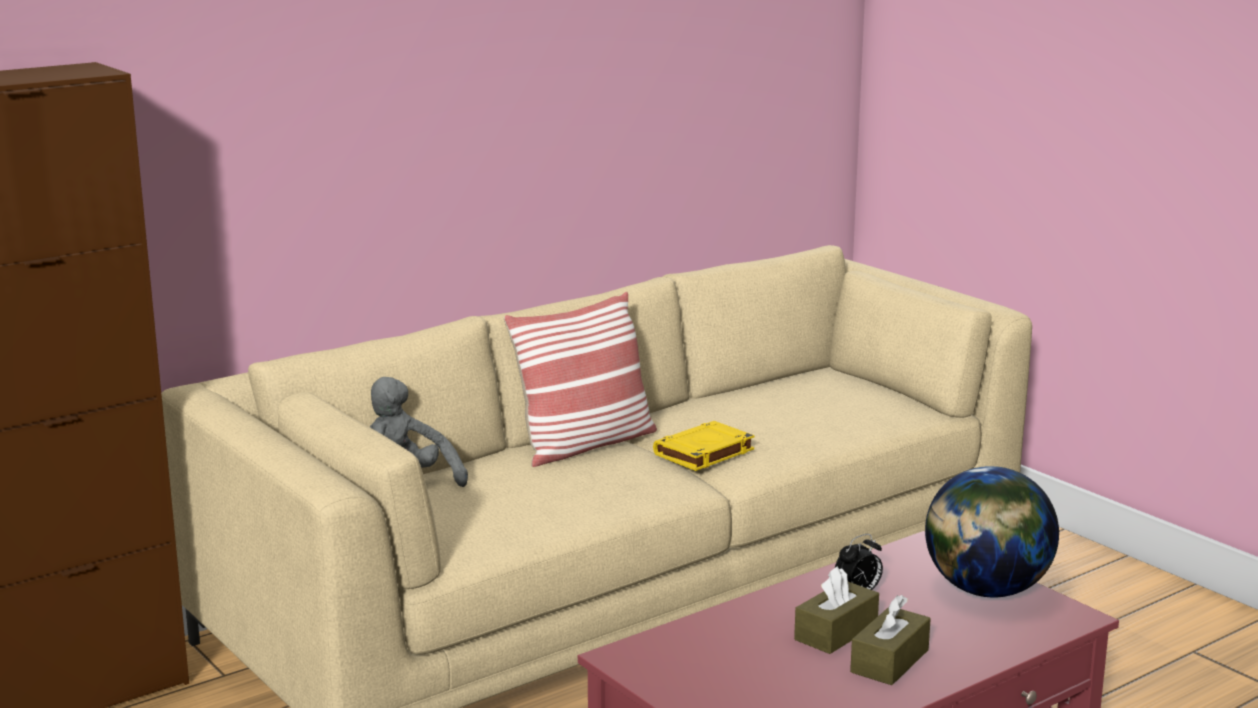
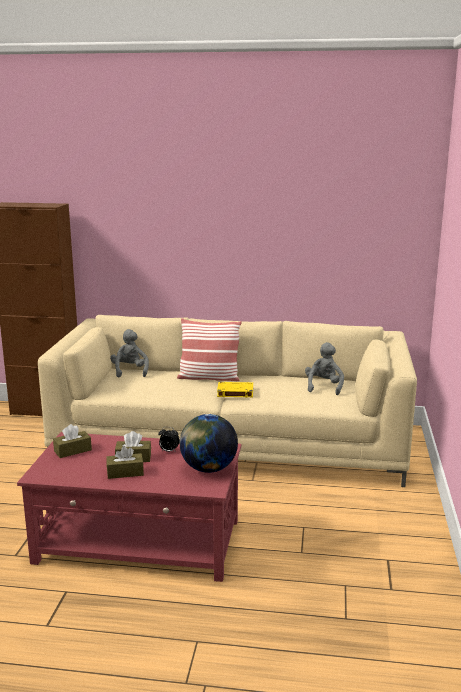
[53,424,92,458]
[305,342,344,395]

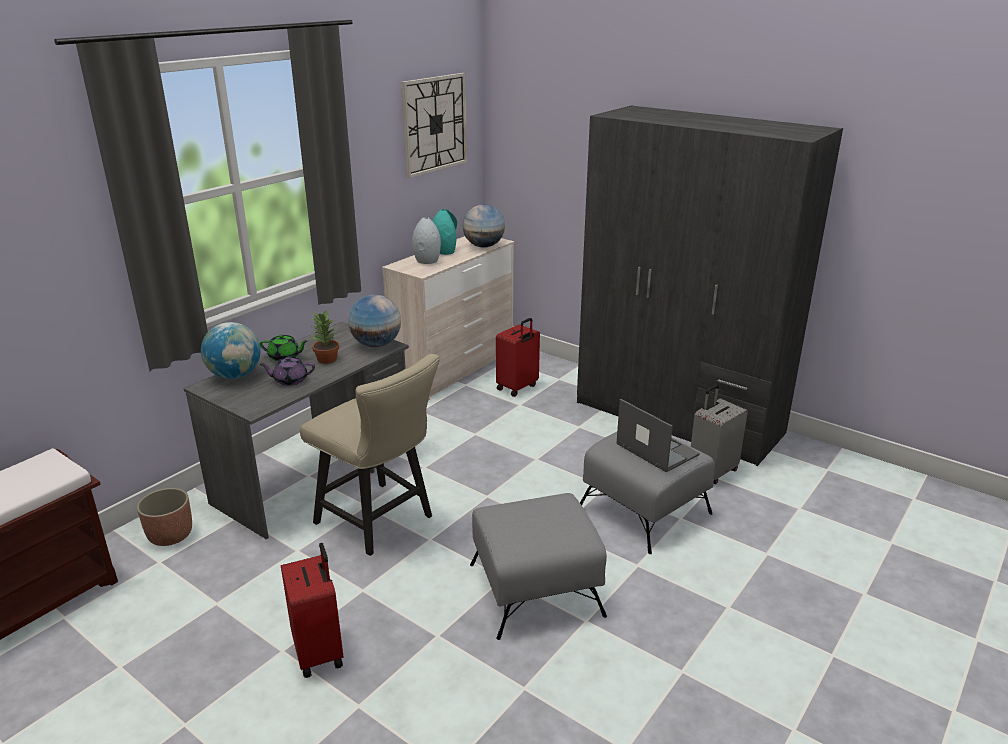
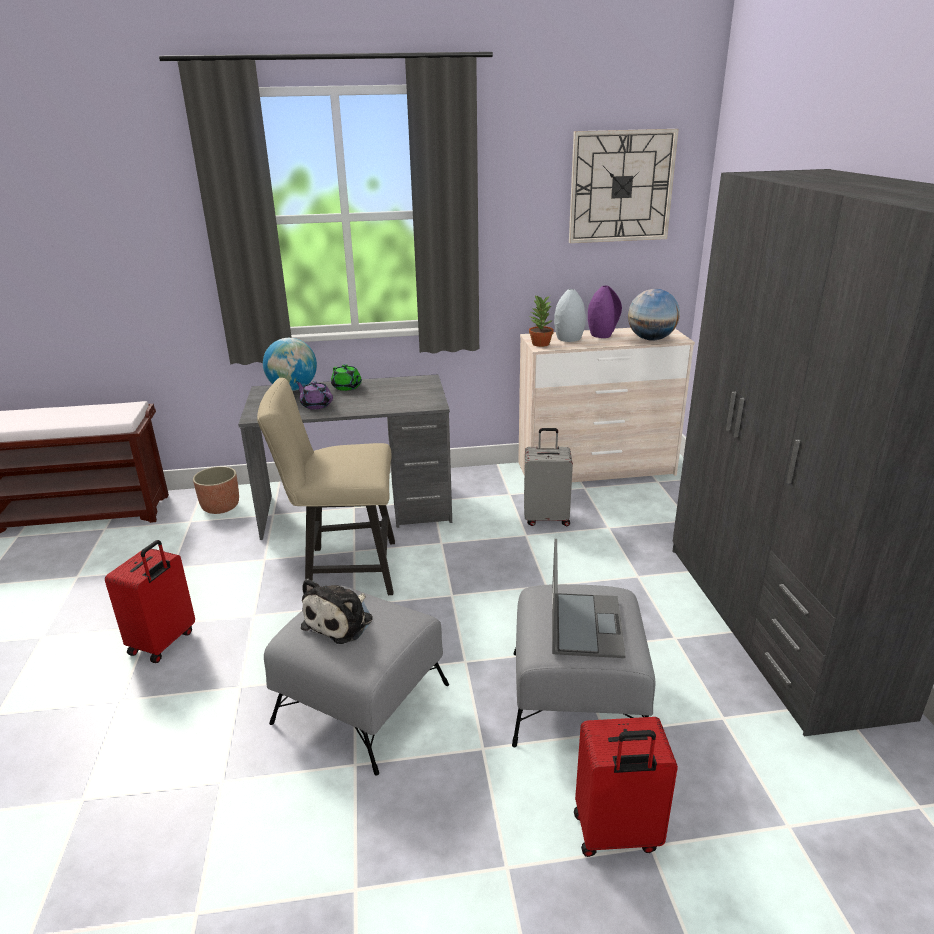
[257,378,395,595]
[529,296,554,347]
[348,295,401,347] (first image)
[588,286,622,338]
[574,717,678,857]
[524,428,573,526]
[301,579,373,644]

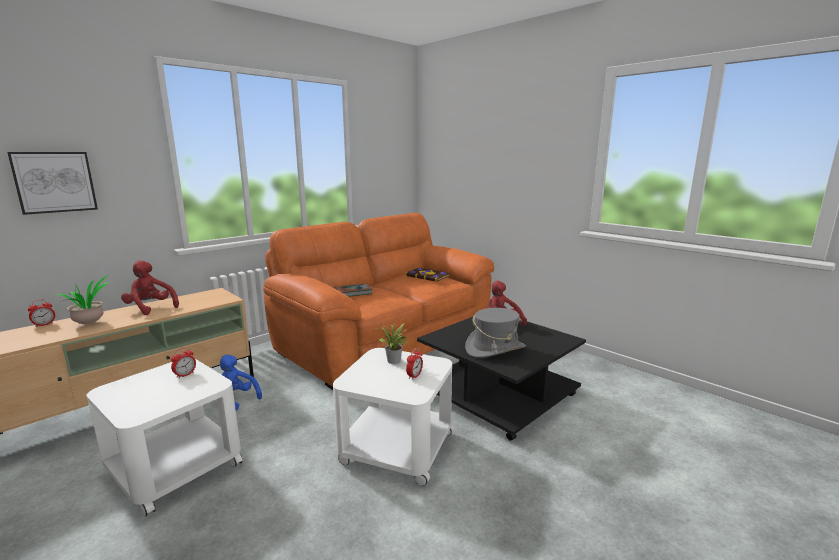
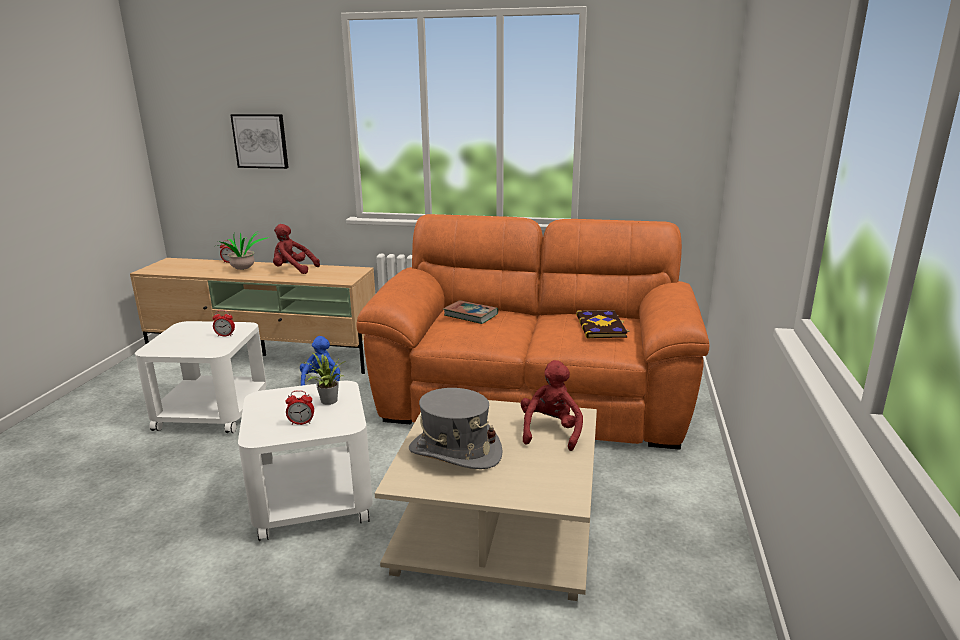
[273,224,320,274]
[375,400,597,601]

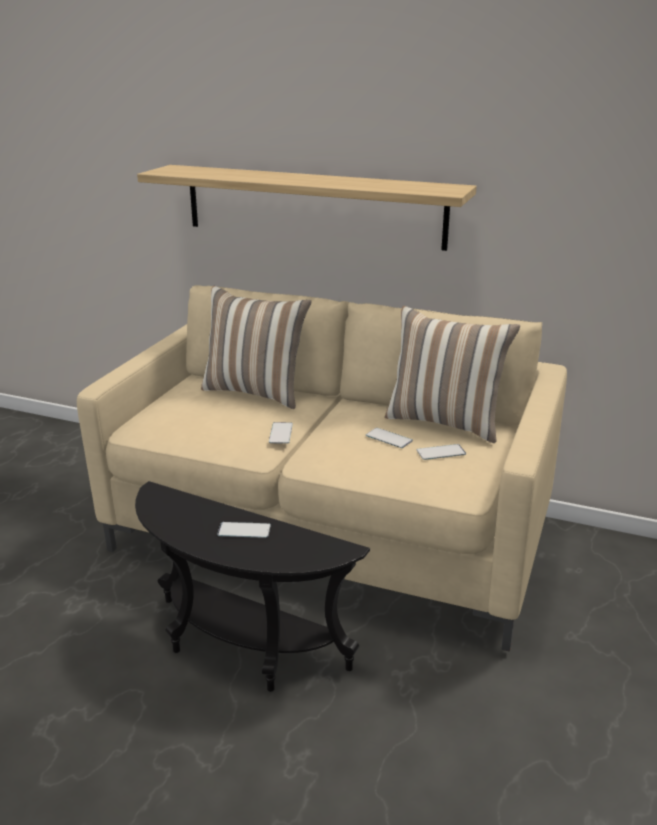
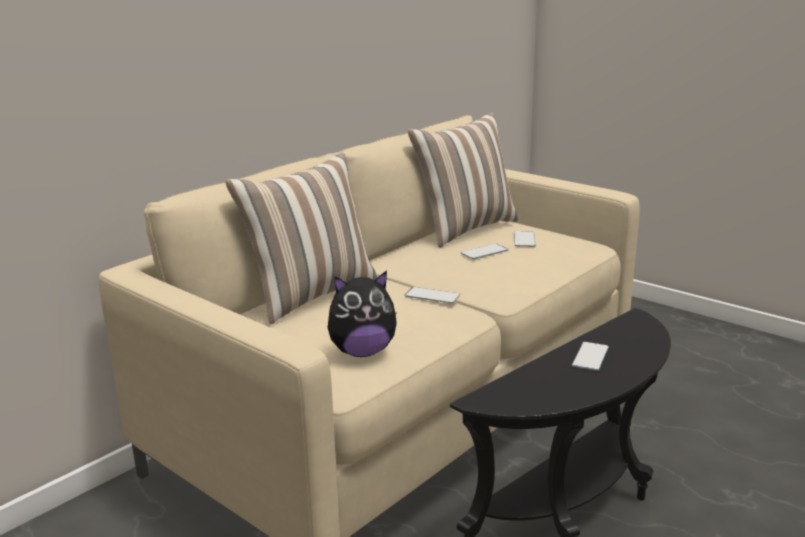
[137,165,477,251] (first image)
[328,271,397,357]

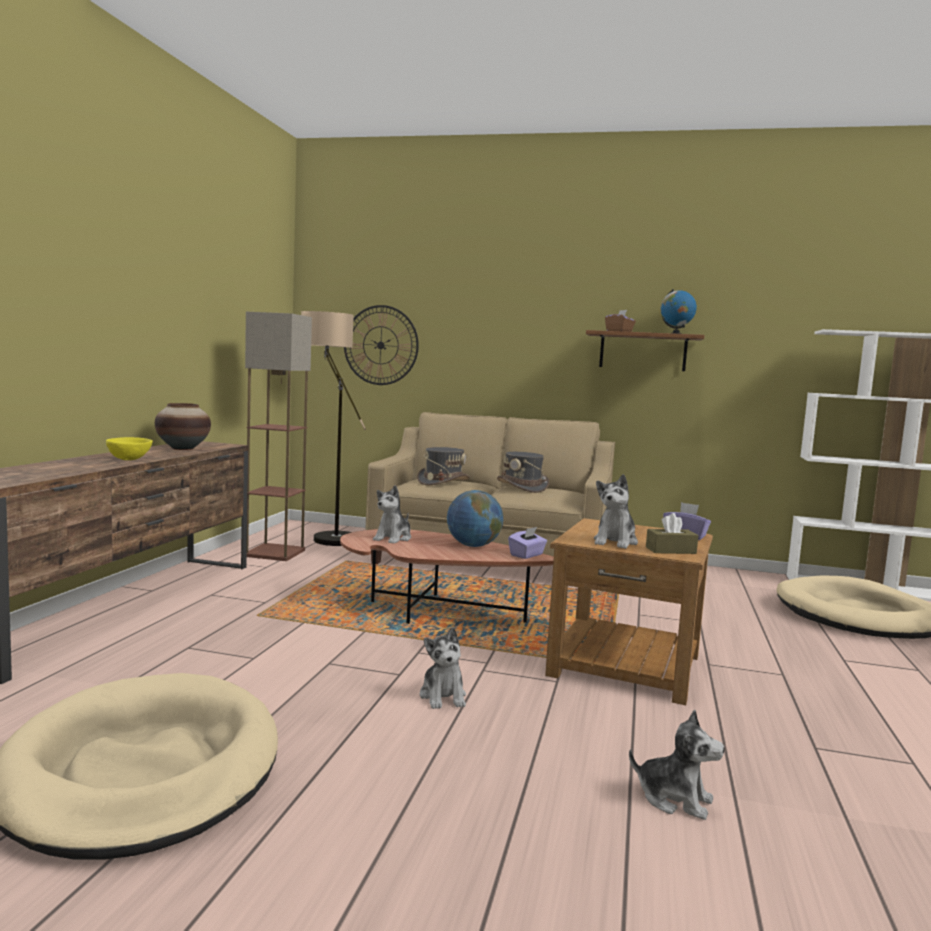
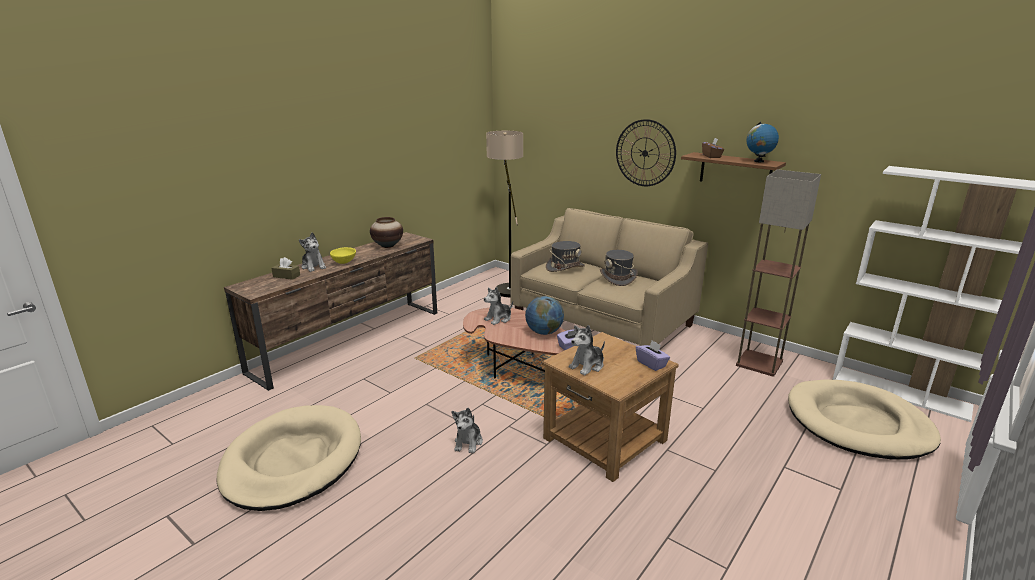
[736,169,821,377]
[616,119,676,186]
[299,232,326,272]
[271,257,300,280]

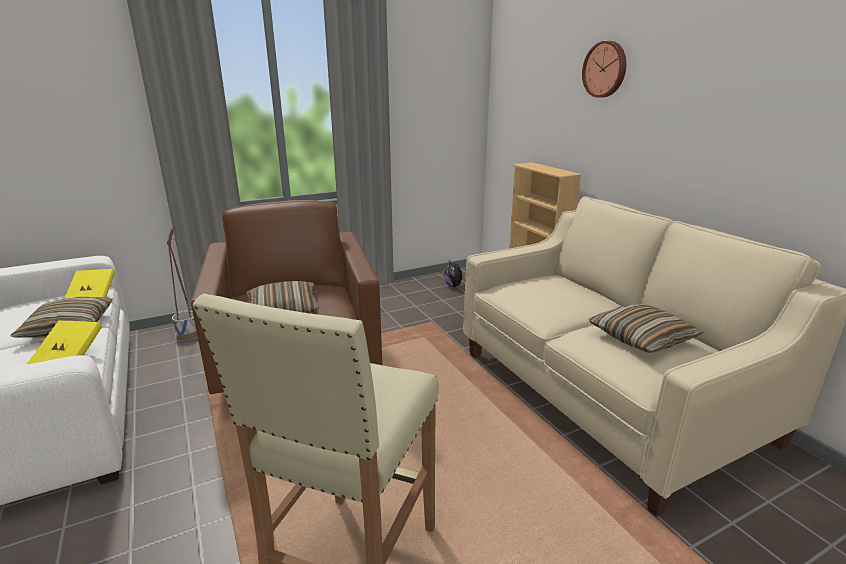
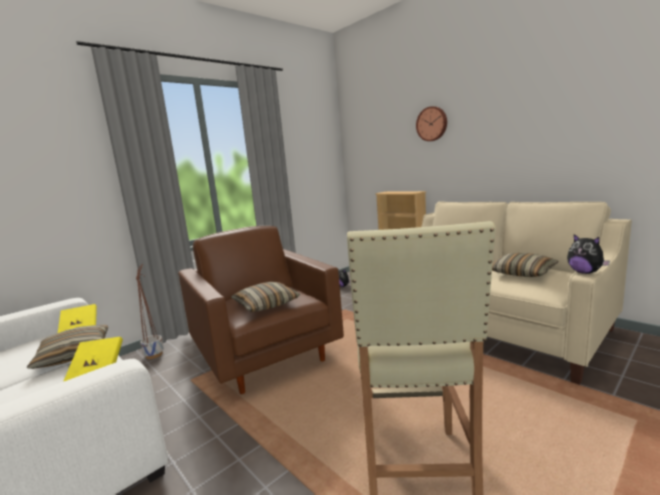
[567,234,610,274]

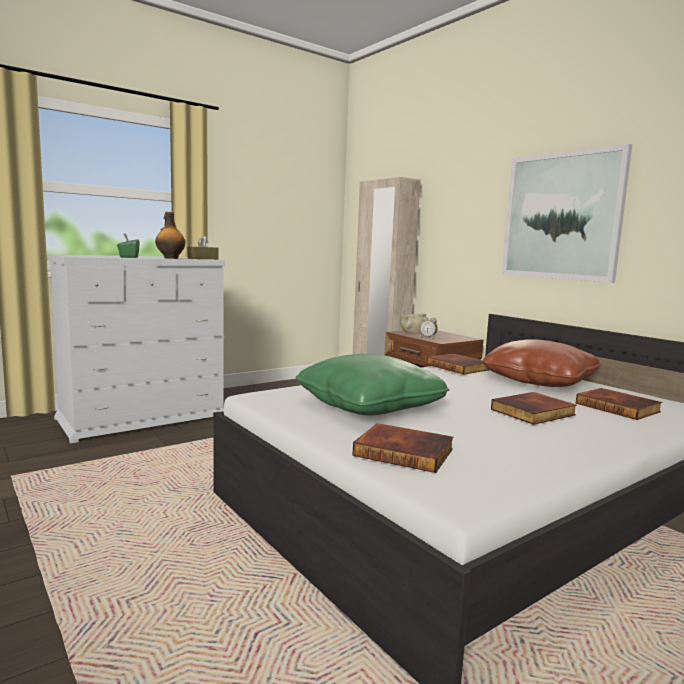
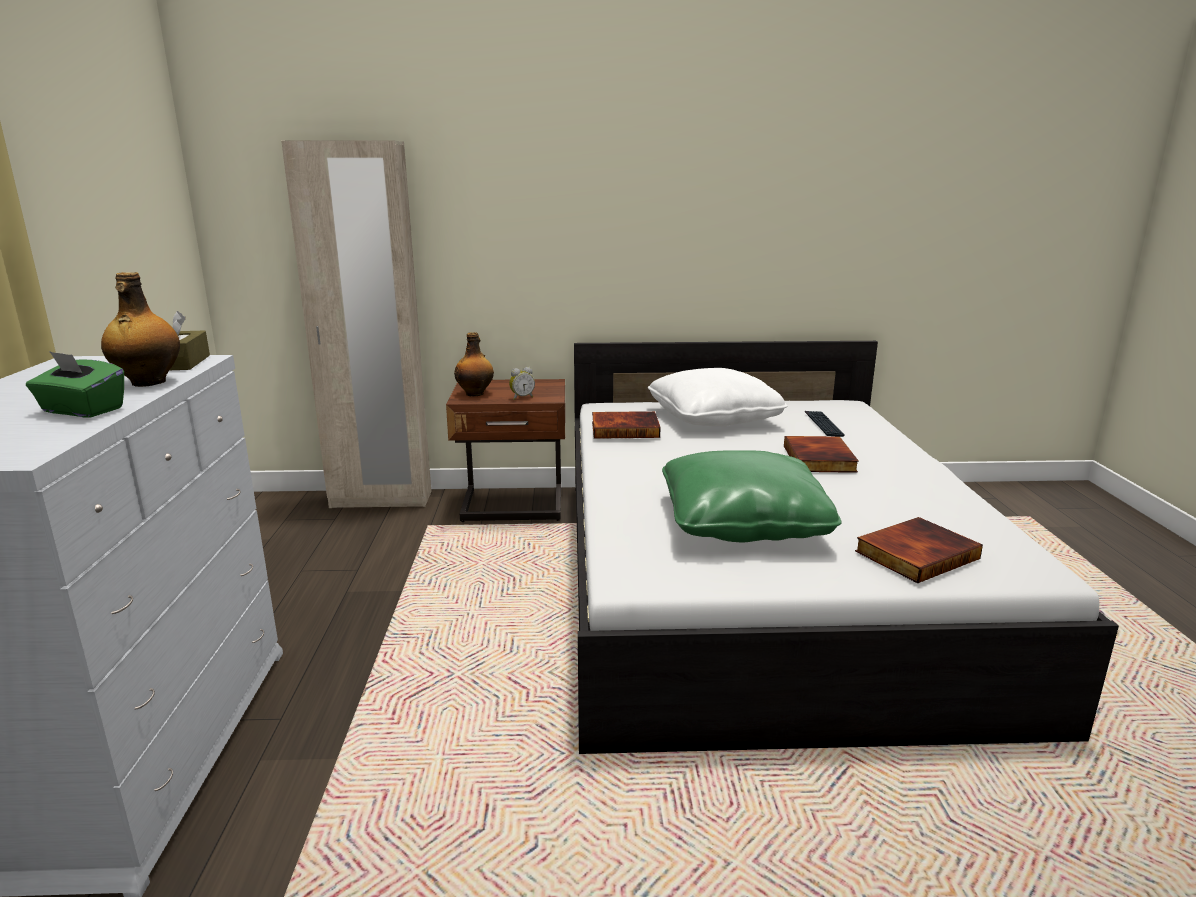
[454,332,494,397]
[648,368,787,426]
[502,144,632,283] (first image)
[805,411,845,437]

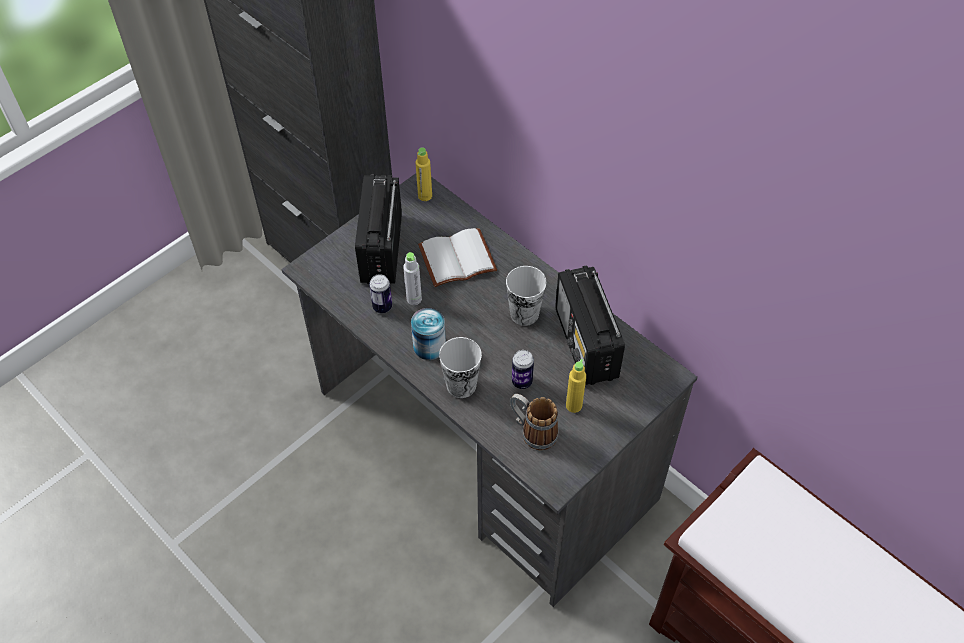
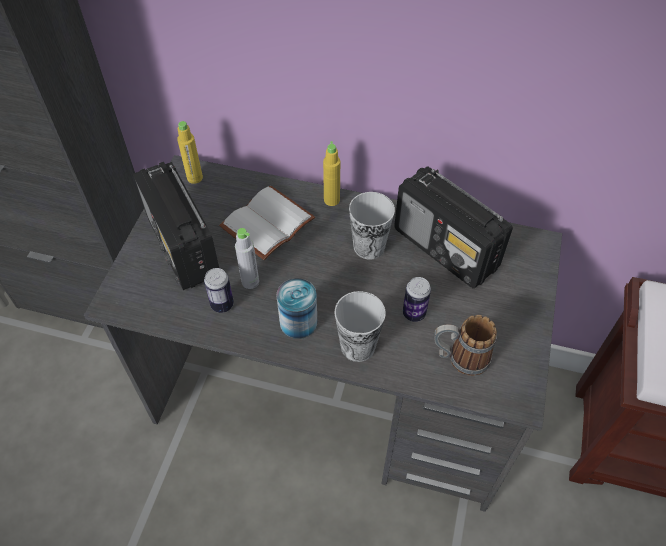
[323,141,340,206]

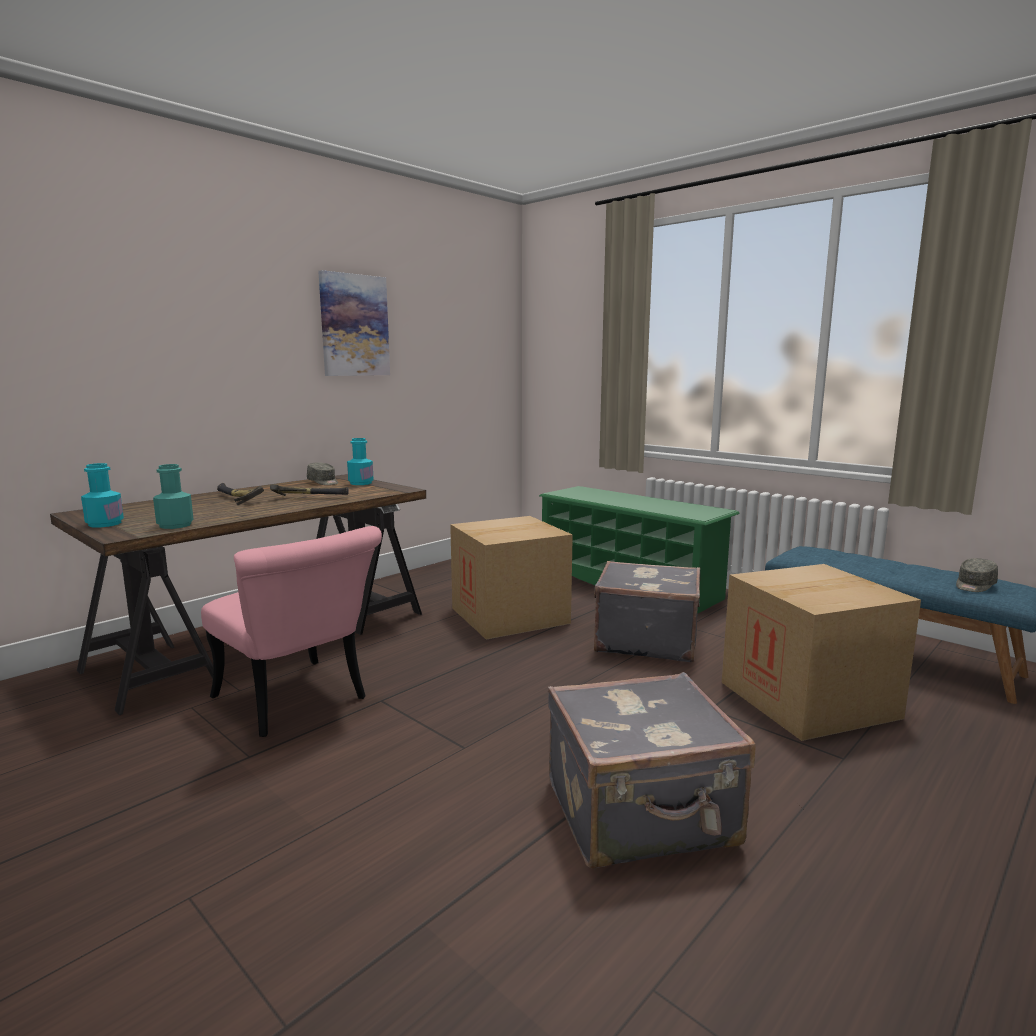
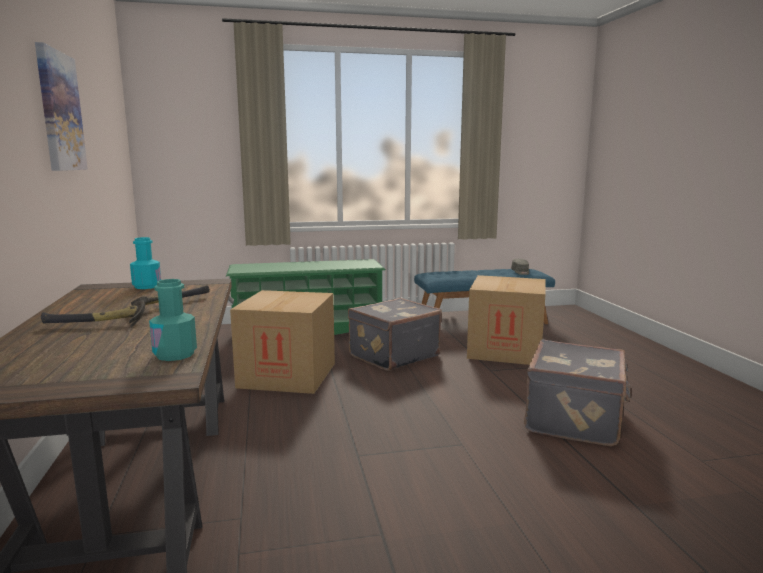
[81,463,124,528] (first image)
[201,526,382,737] (first image)
[307,462,338,485] (first image)

